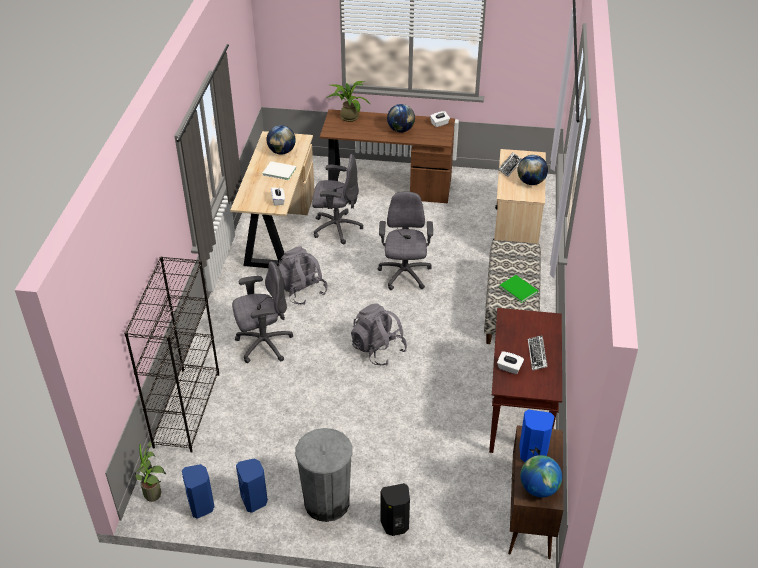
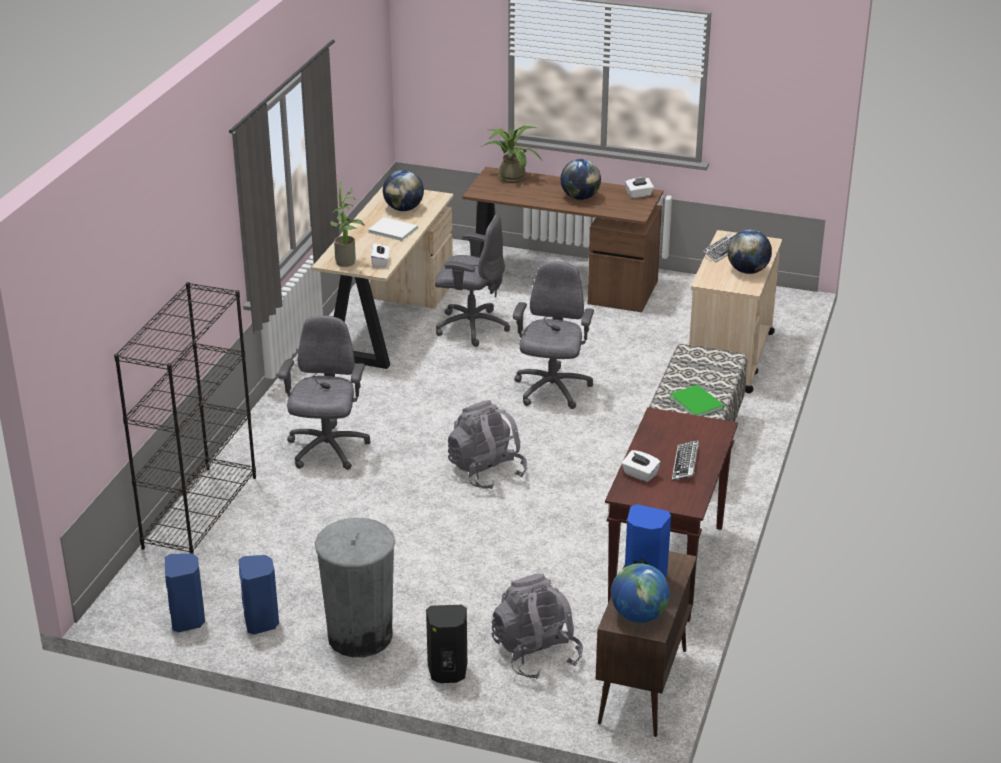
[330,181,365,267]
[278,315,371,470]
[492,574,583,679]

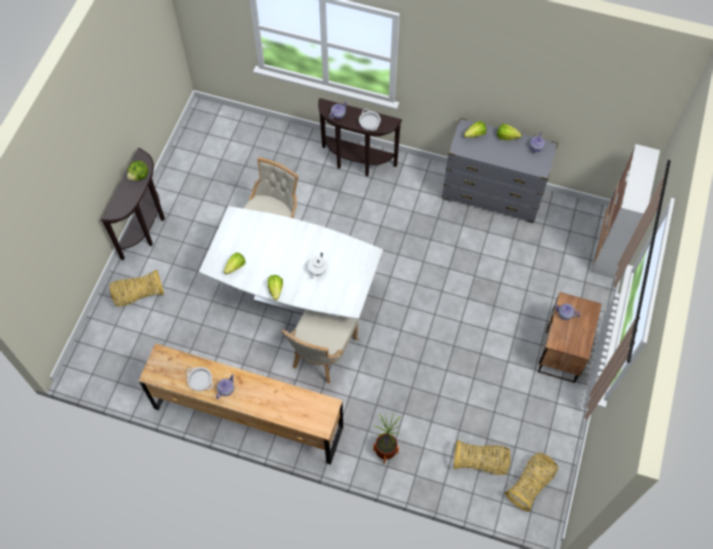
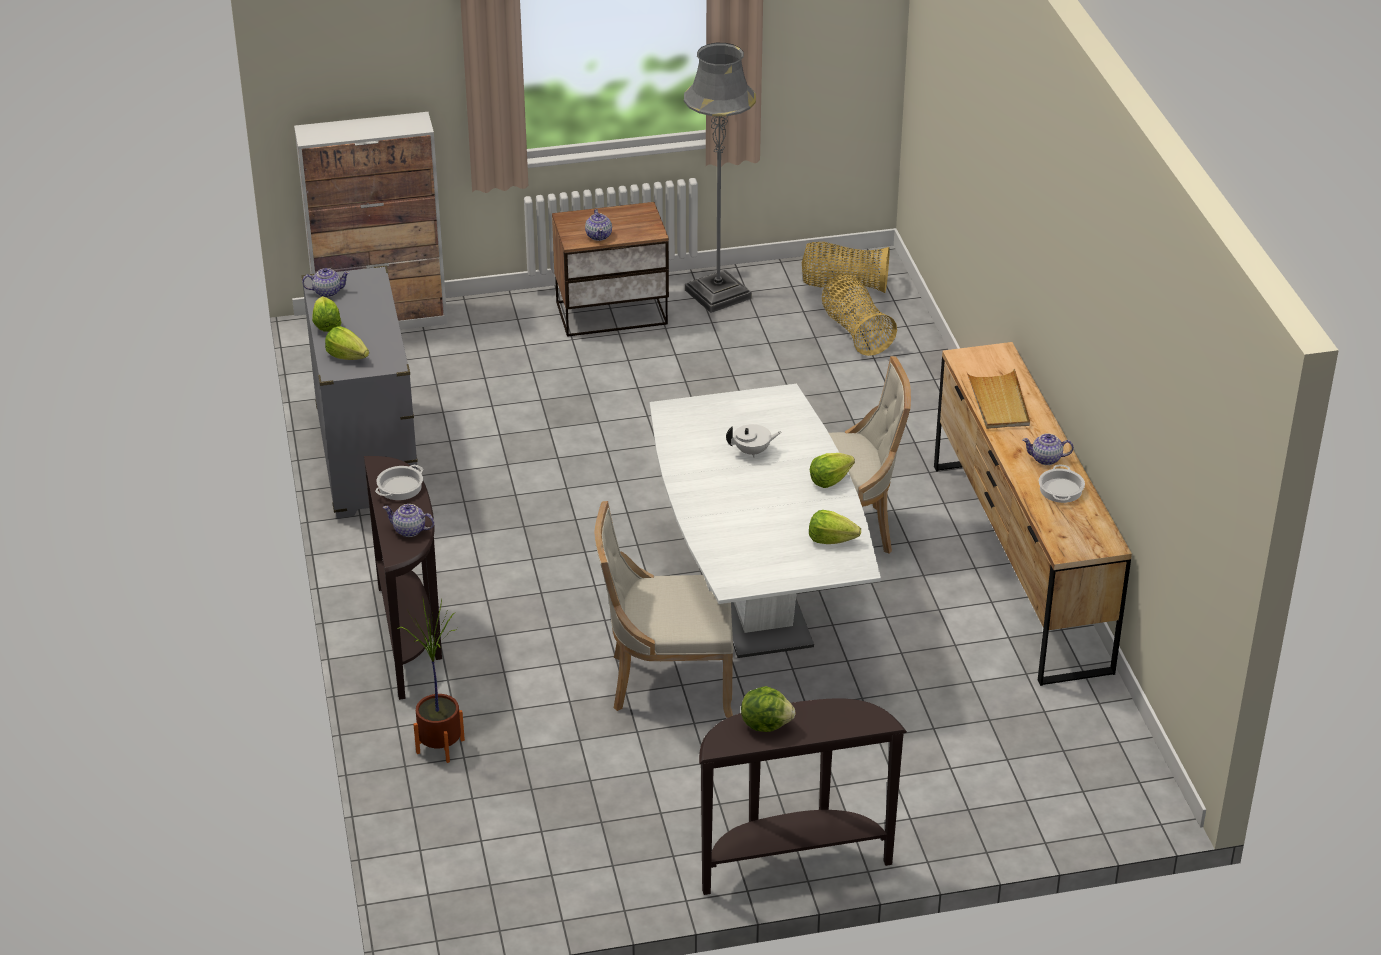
[110,269,164,307] (first image)
[397,600,465,763]
[684,43,756,313]
[967,369,1030,429]

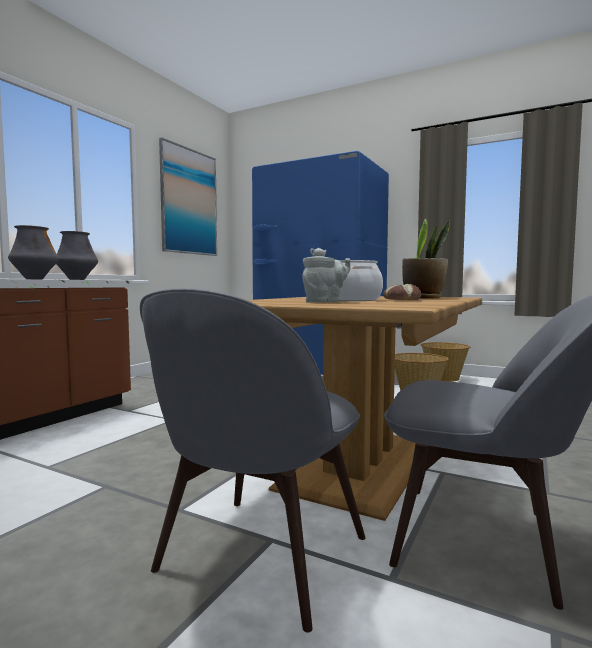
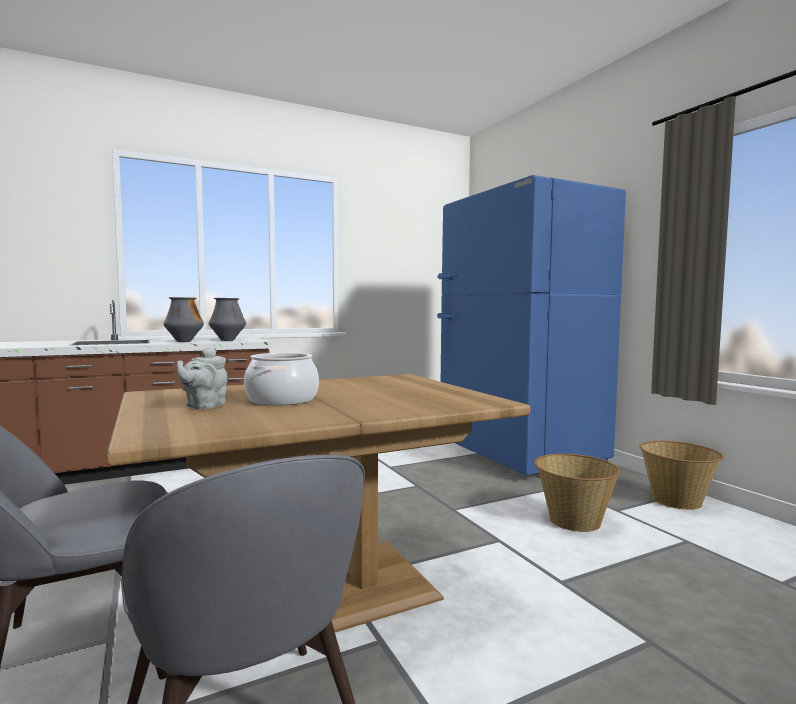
[159,137,217,256] (first image)
[176,347,227,410]
[383,284,421,300] (first image)
[402,218,450,299] (first image)

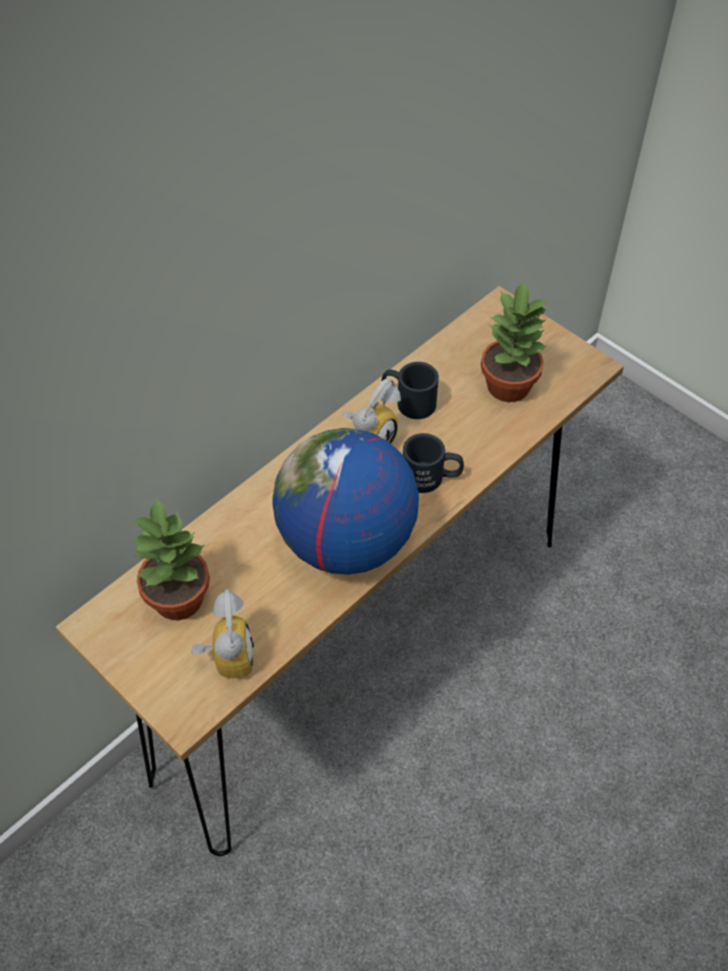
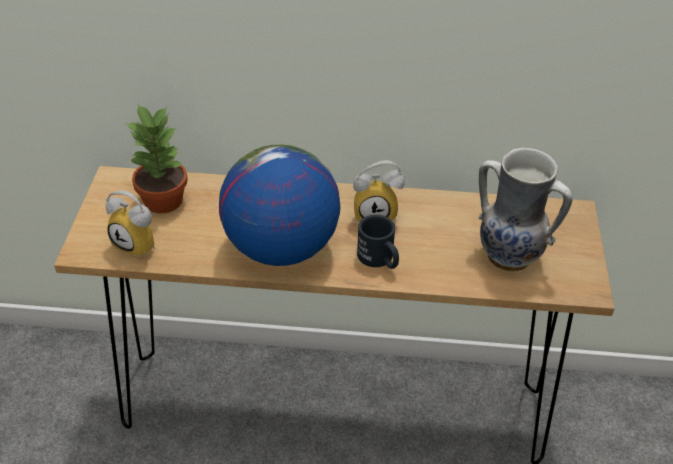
[105,190,155,258]
[381,362,439,419] (first image)
[479,148,573,272]

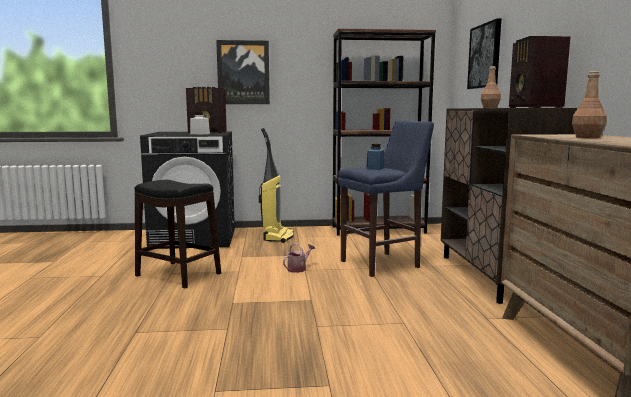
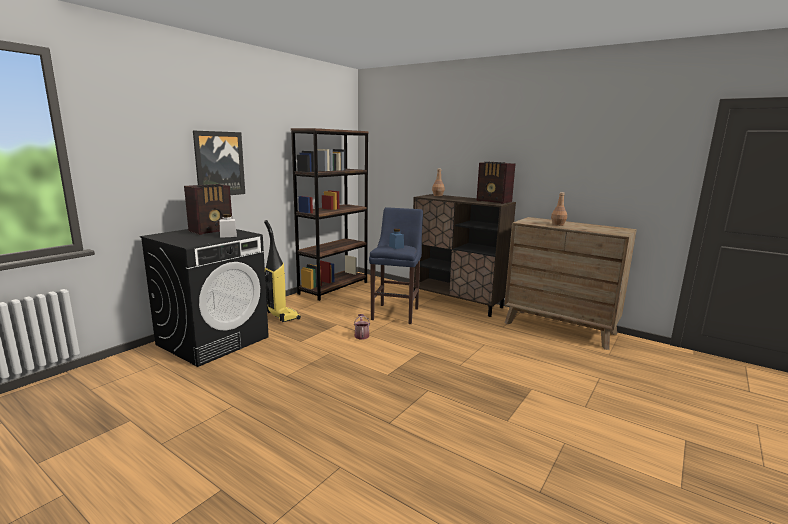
[135,180,221,289] (first image)
[467,19,501,89] (first image)

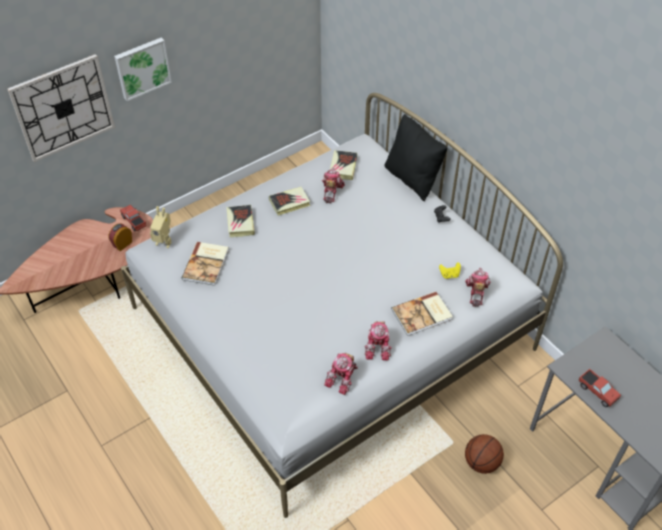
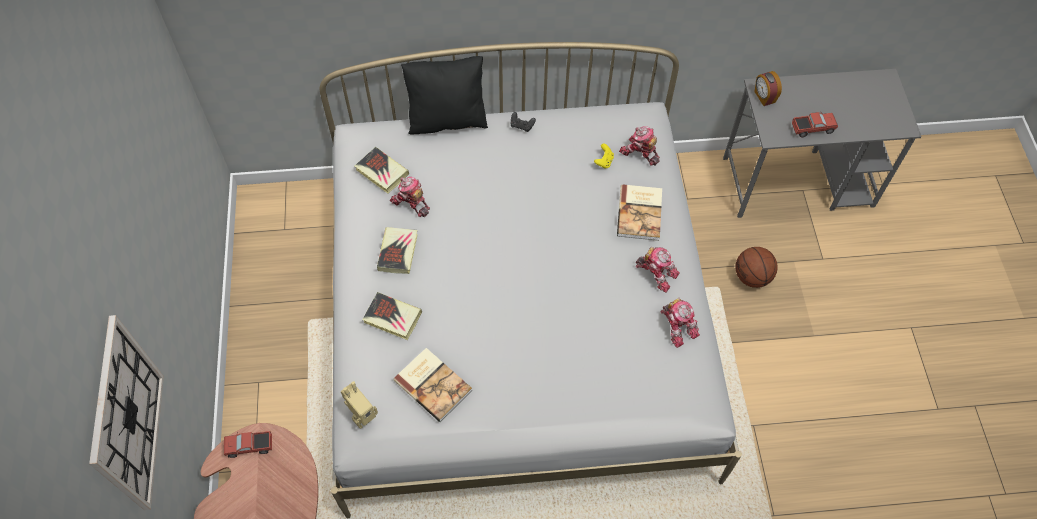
[754,71,782,106]
[114,37,172,101] (first image)

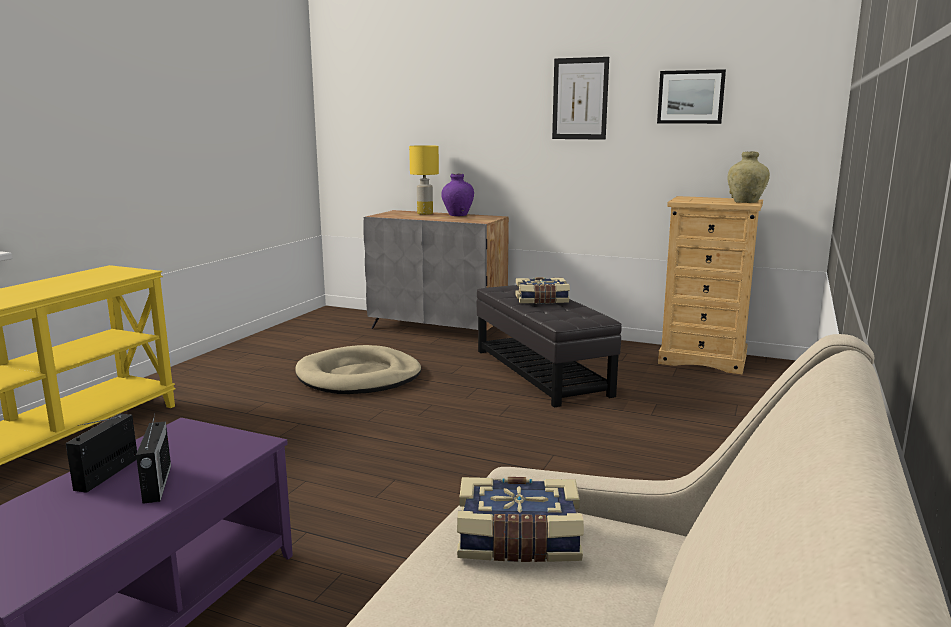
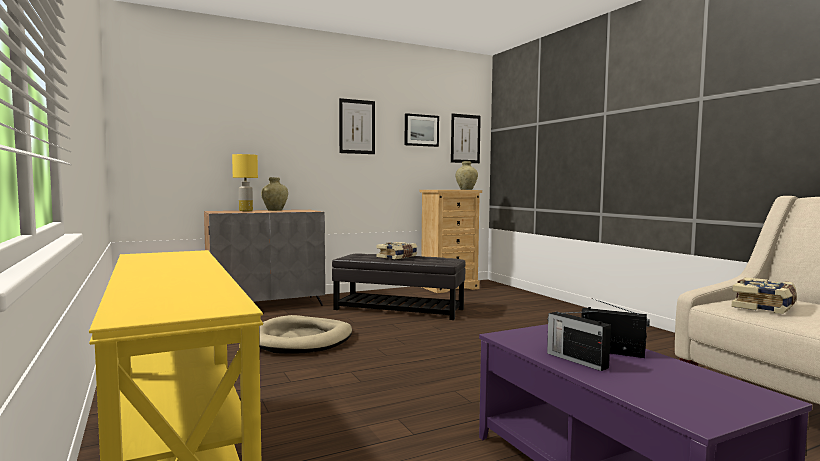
[261,177,288,211]
[451,113,481,163]

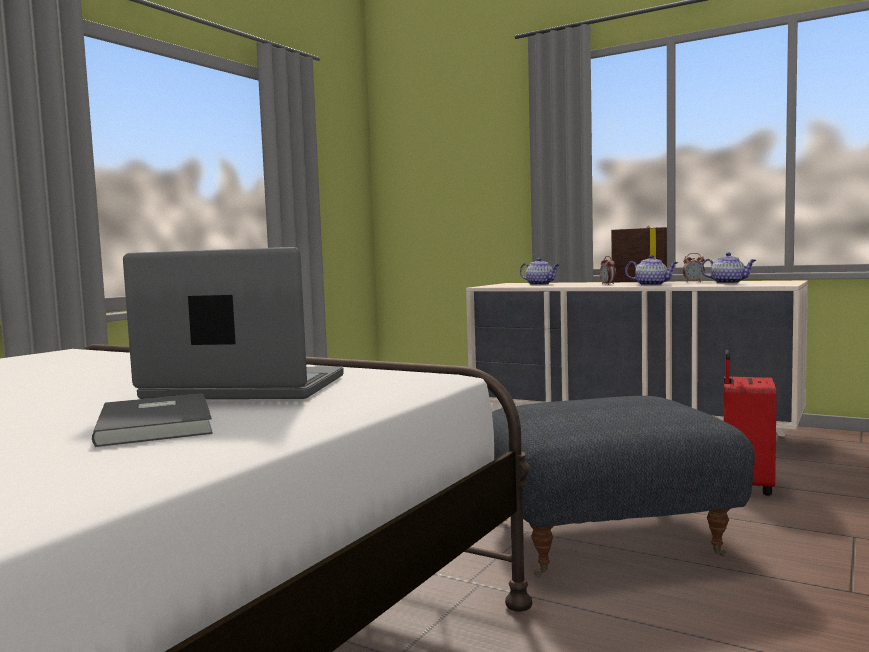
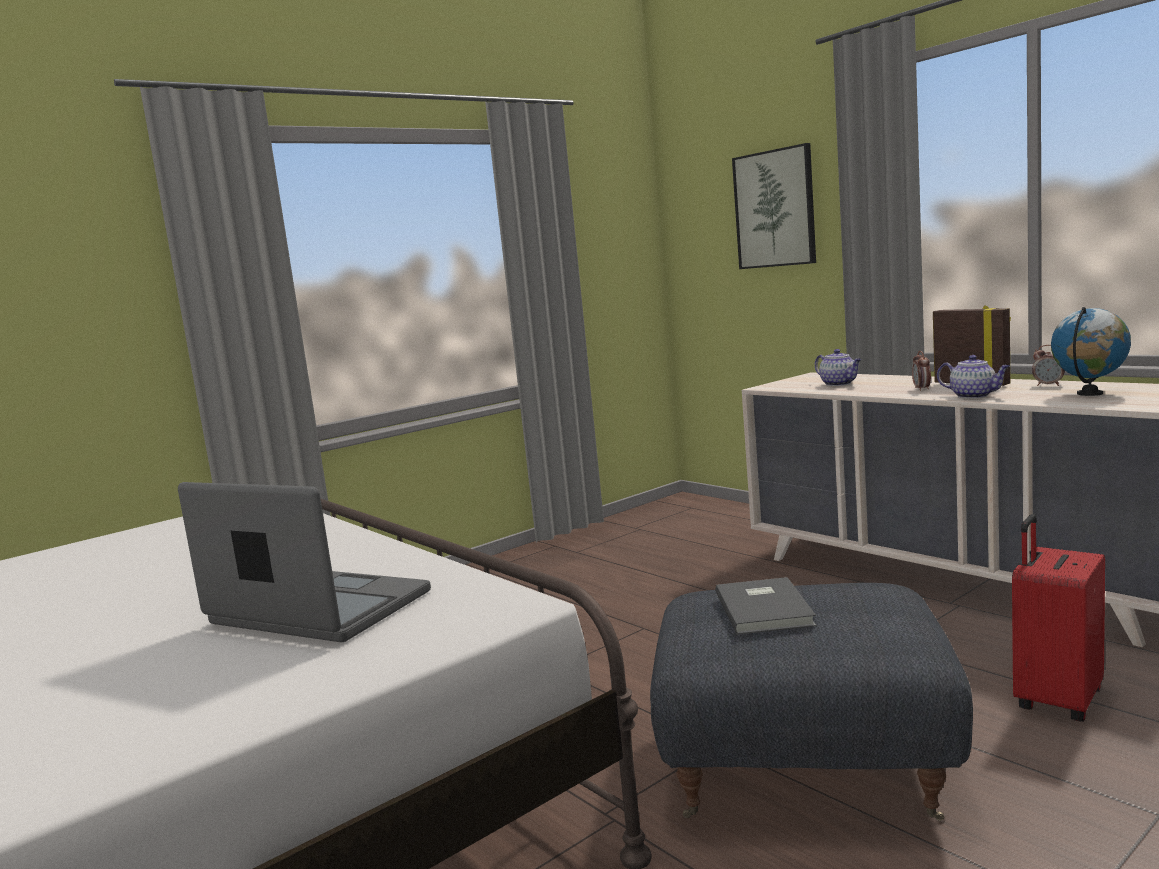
[715,577,817,635]
[1051,307,1131,396]
[732,143,816,269]

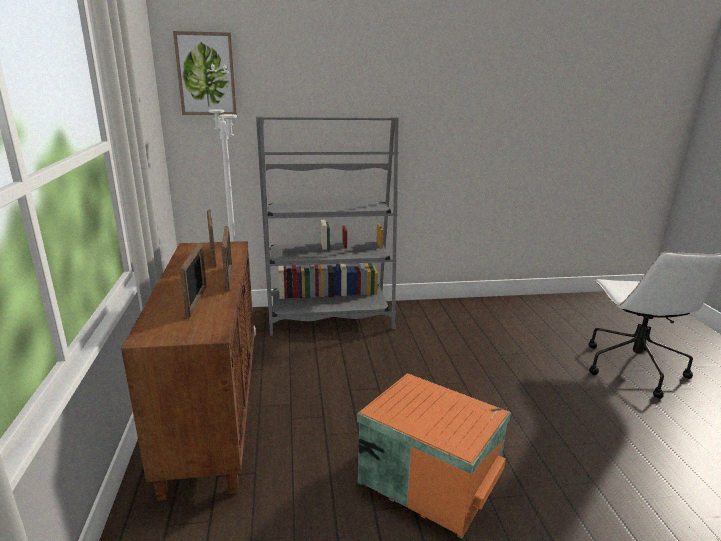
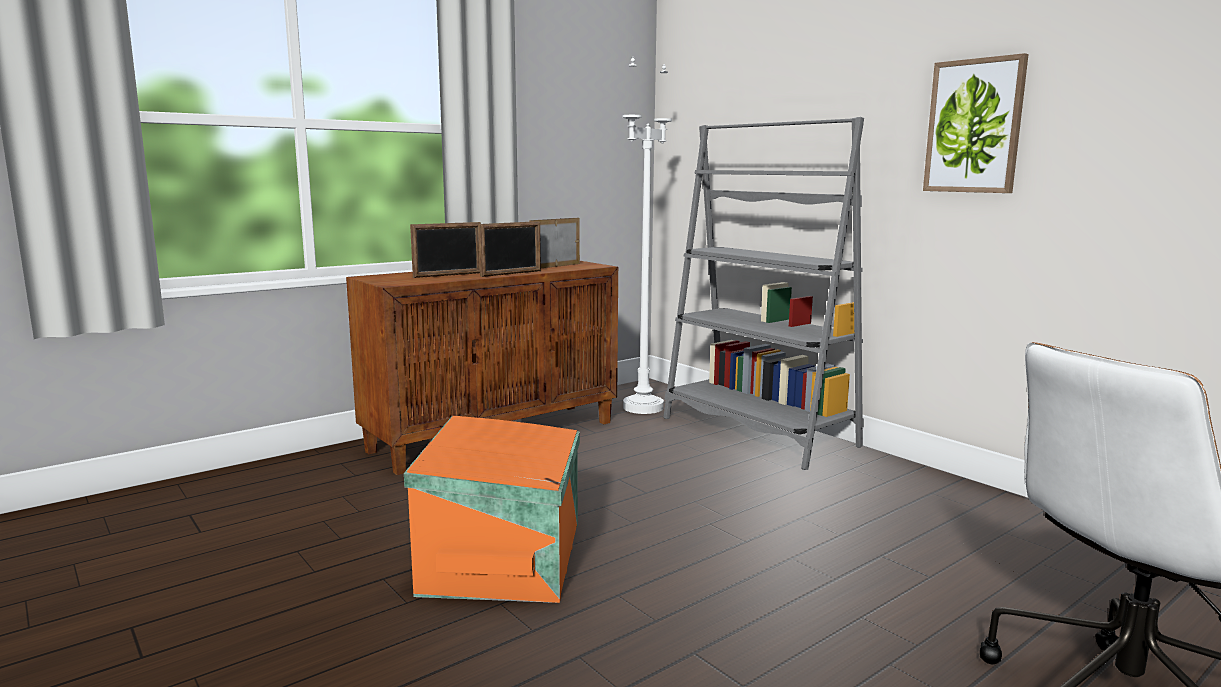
[923,53,1029,193]

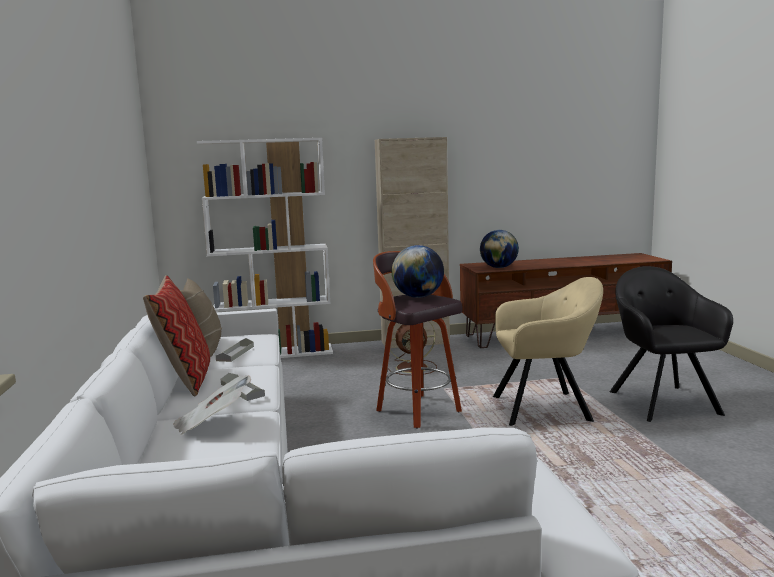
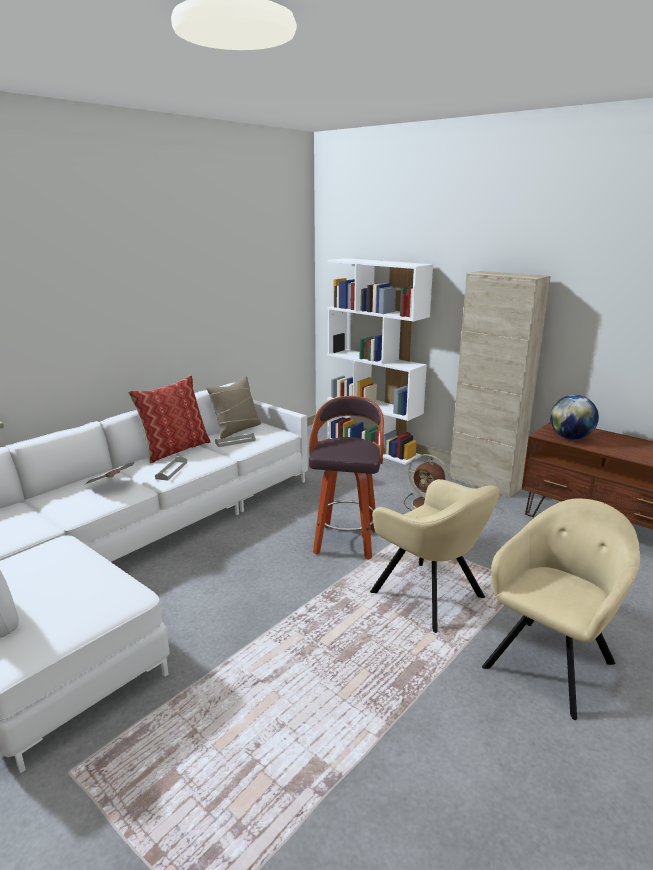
[392,245,444,298] (first image)
[482,498,640,720]

